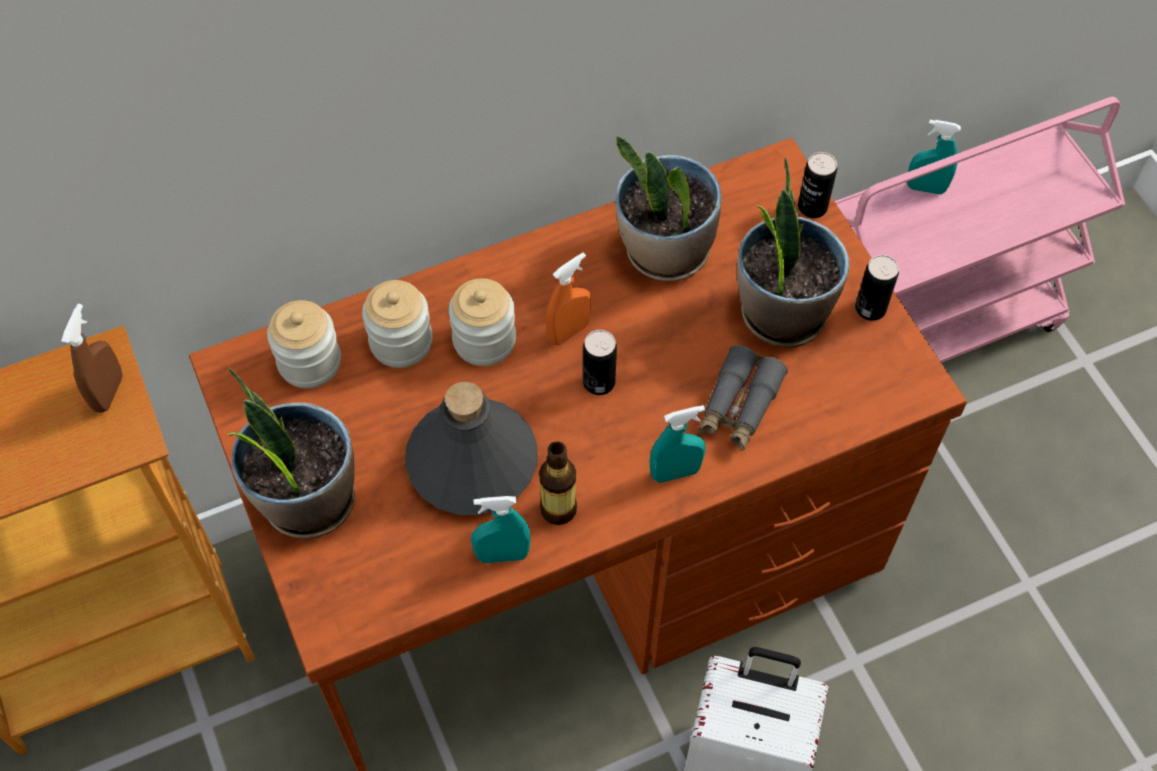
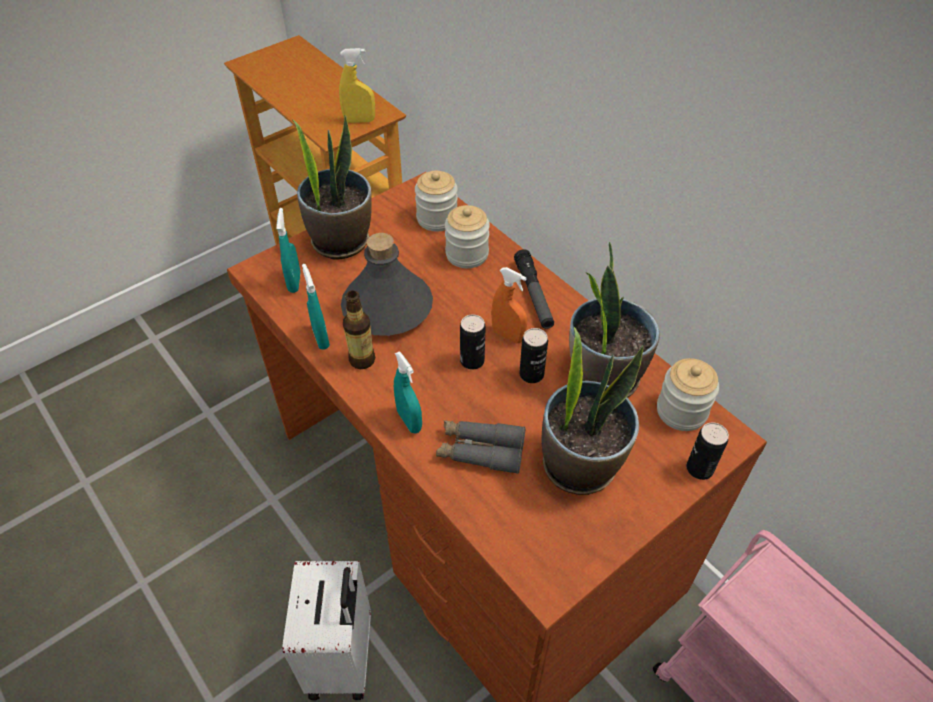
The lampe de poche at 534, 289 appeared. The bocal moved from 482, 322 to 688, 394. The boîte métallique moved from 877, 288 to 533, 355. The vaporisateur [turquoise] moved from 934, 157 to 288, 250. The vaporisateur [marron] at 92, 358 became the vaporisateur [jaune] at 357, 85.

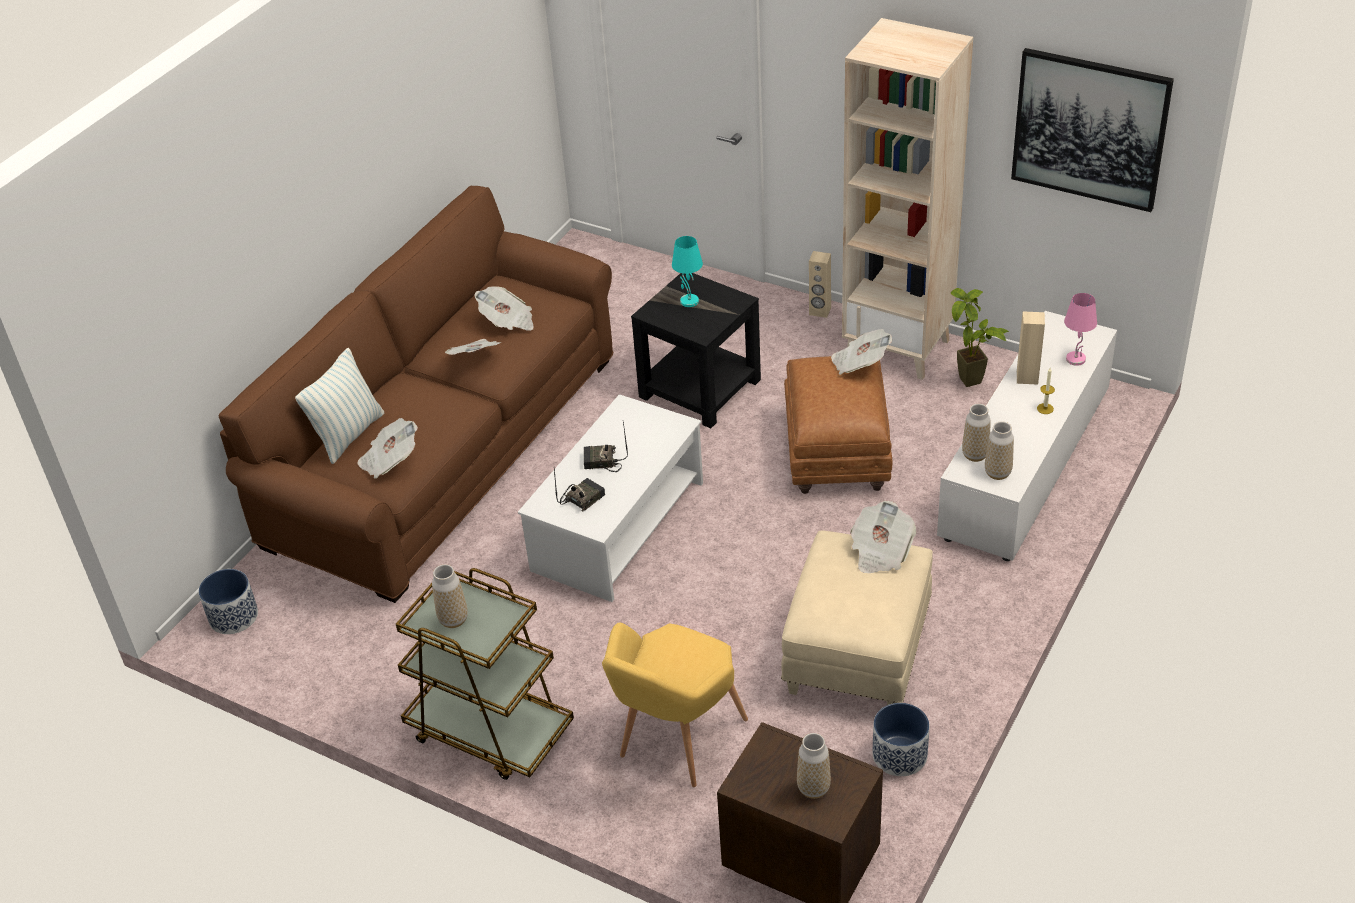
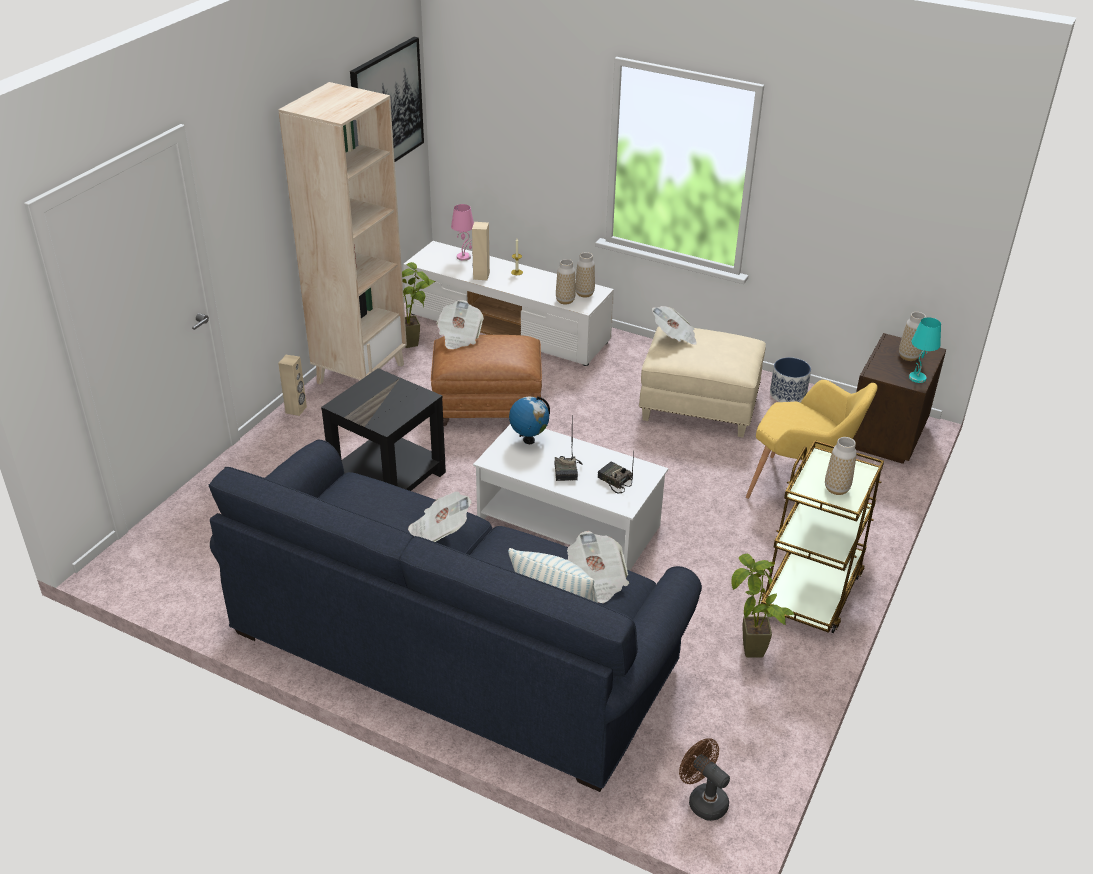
The journal at 504, 308 disappeared. The globe at 529, 420 appeared. The plante en pot at 762, 606 appeared. The lampe de table [turquoise] moved from 687, 271 to 925, 350. The cache-pot at 228, 601 was replaced by the ventilateur [marron] at 704, 779. The canapé [marron] at 416, 394 became the canapé [bleu] at 455, 616.

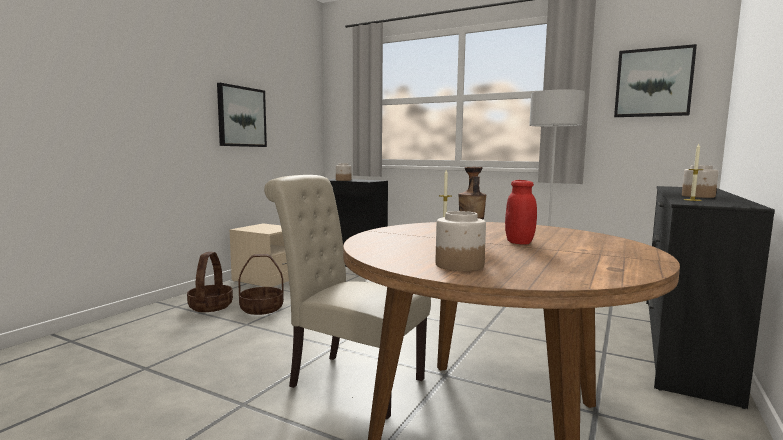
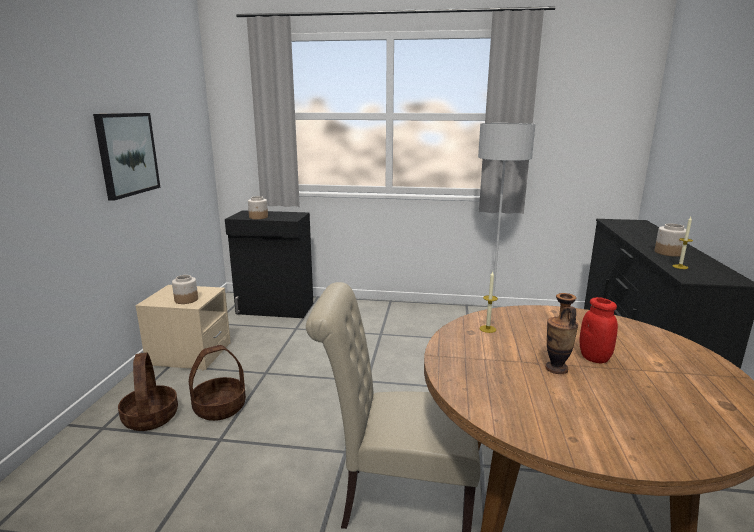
The tableau at 655, 80 disappeared. The bocal moved from 461, 241 to 185, 289.

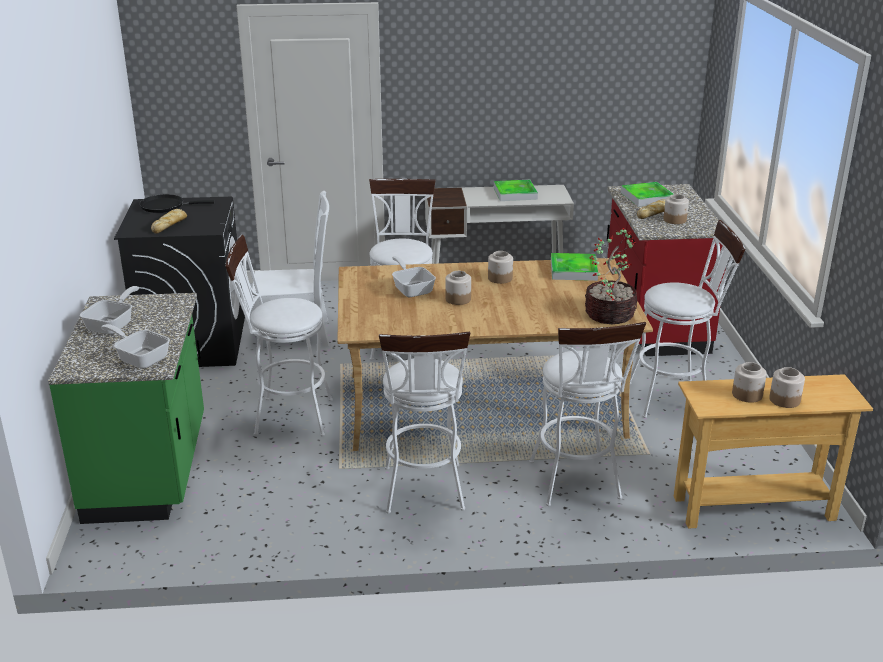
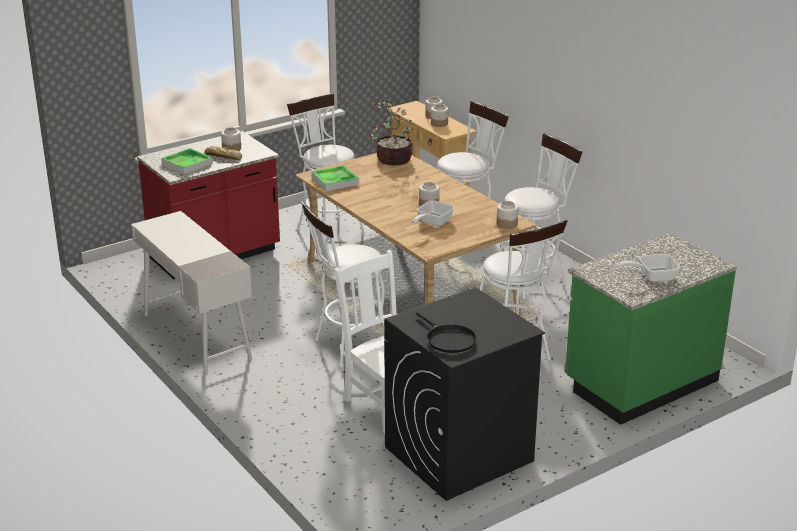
The poêle at 135, 346 disappeared. The pain at 169, 221 disappeared. The plateau at 516, 190 disappeared. The bocal moved from 500, 267 to 507, 215.

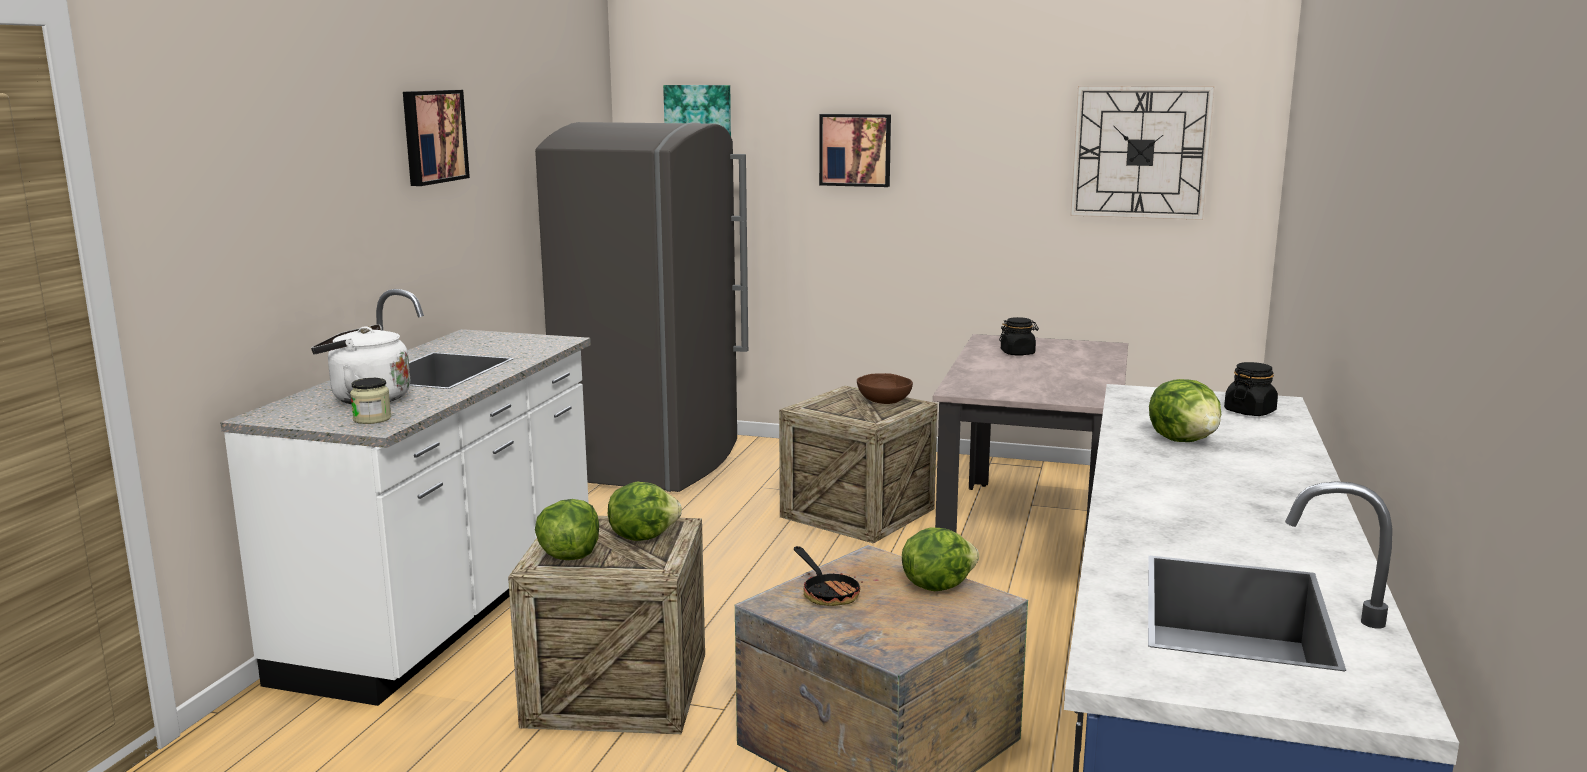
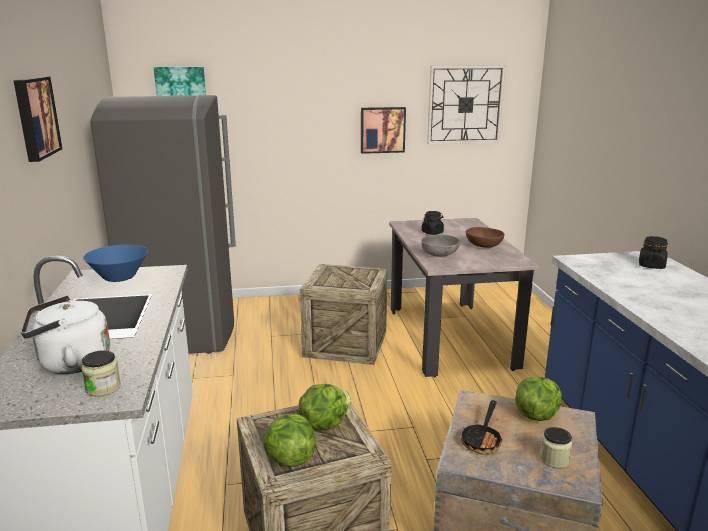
The laitue at 1185, 410 disappeared. The bol [bleu] at 115, 263 appeared. The bol [gris] at 440, 246 appeared. The bocal at 556, 447 appeared. The tableau moved from 855, 150 to 383, 130. The bol [marron] moved from 885, 388 to 485, 237. The poêle at 828, 576 turned 75 degrees clockwise.

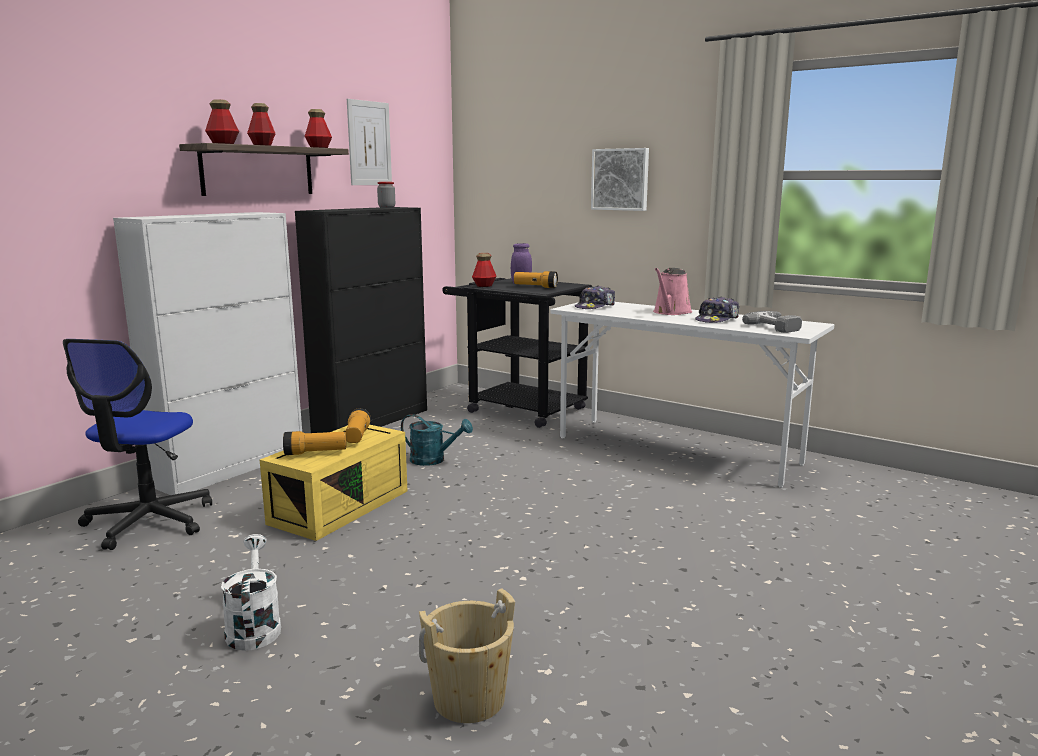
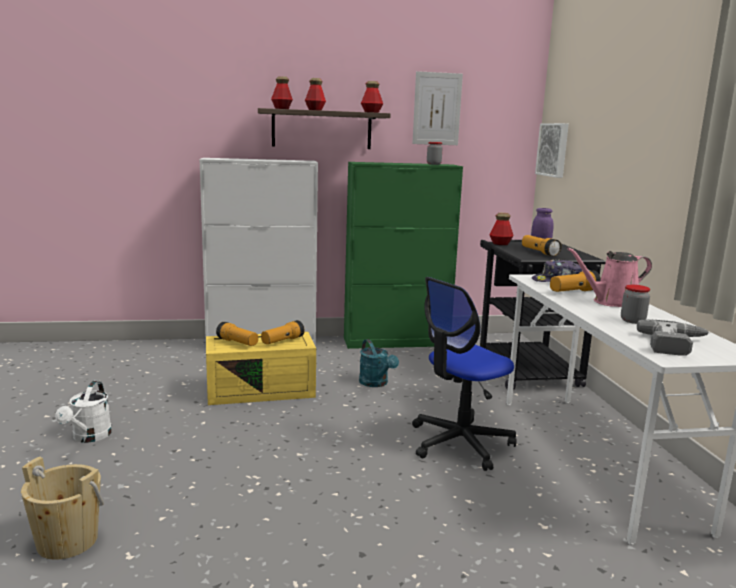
The lampe de poche at 575, 281 appeared. The chaise de bureau moved from 137, 444 to 464, 374. The tableau moved from 620, 179 to 552, 150. The casquette at 717, 309 was replaced by the bocal at 635, 304. The meuble de rangement [noir] at 361, 320 became the meuble de rangement [vert] at 403, 255. The arrosoir [blanc] at 251, 592 turned 150 degrees clockwise.

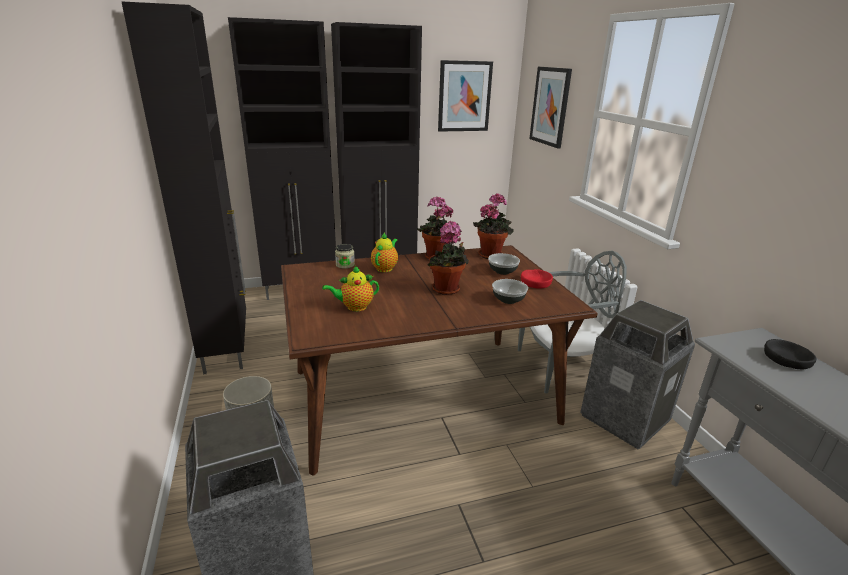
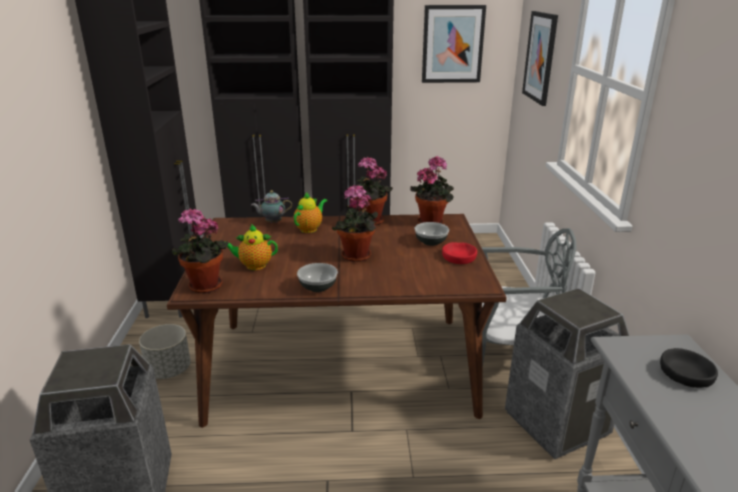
The plante en pot at 200, 250 appeared. The bol moved from 510, 291 to 317, 277. The bocal at 345, 256 was replaced by the théière at 271, 206.

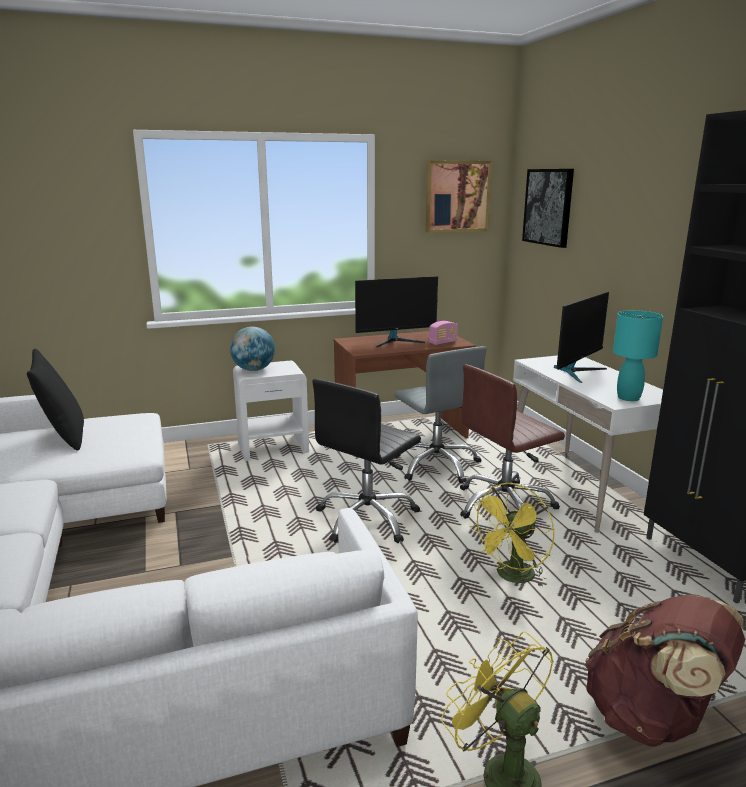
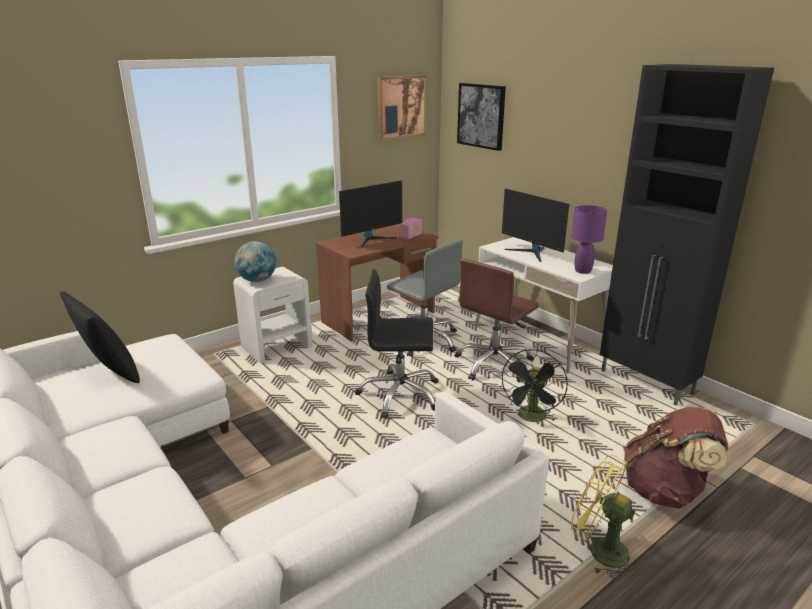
The ventilateur [jaune] at 511, 535 became the ventilateur [noir] at 534, 385. The lampe de table [turquoise] at 638, 355 became the lampe de table [violet] at 589, 239. The chaise de bureau [noir] at 366, 461 turned 75 degrees clockwise. The écran d'ordinateur at 581, 337 turned 120 degrees clockwise.

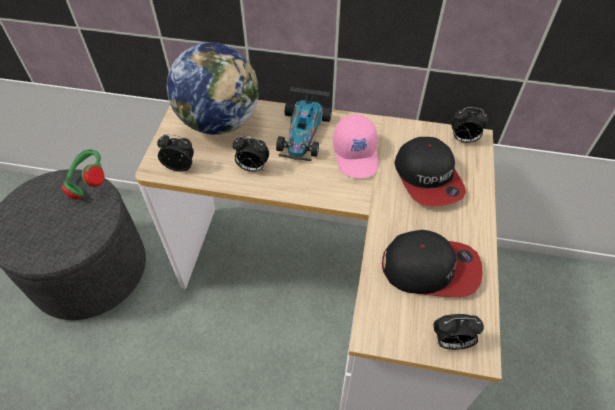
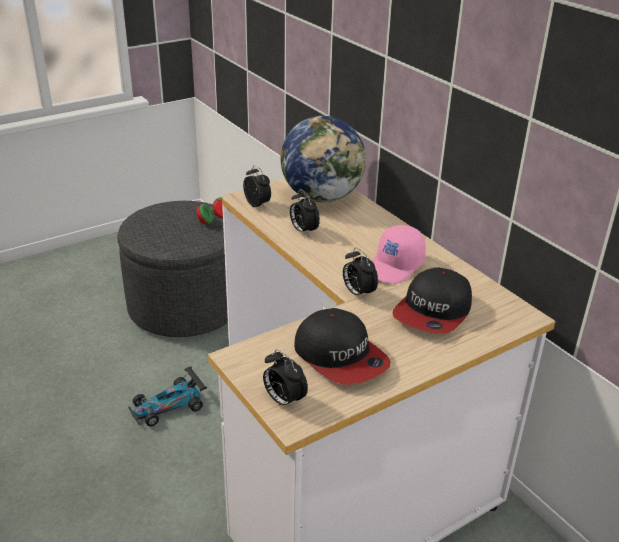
The petite voiture moved from 304, 123 to 167, 397. The réveil moved from 470, 125 to 360, 274.

